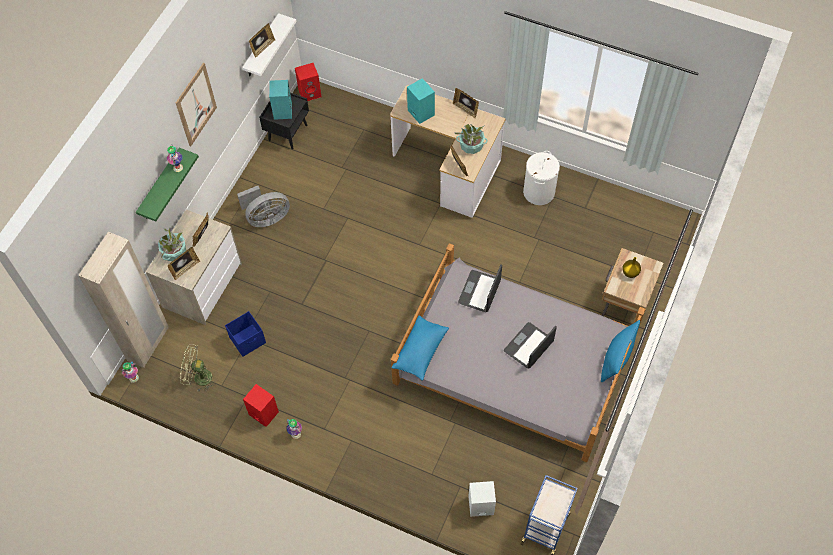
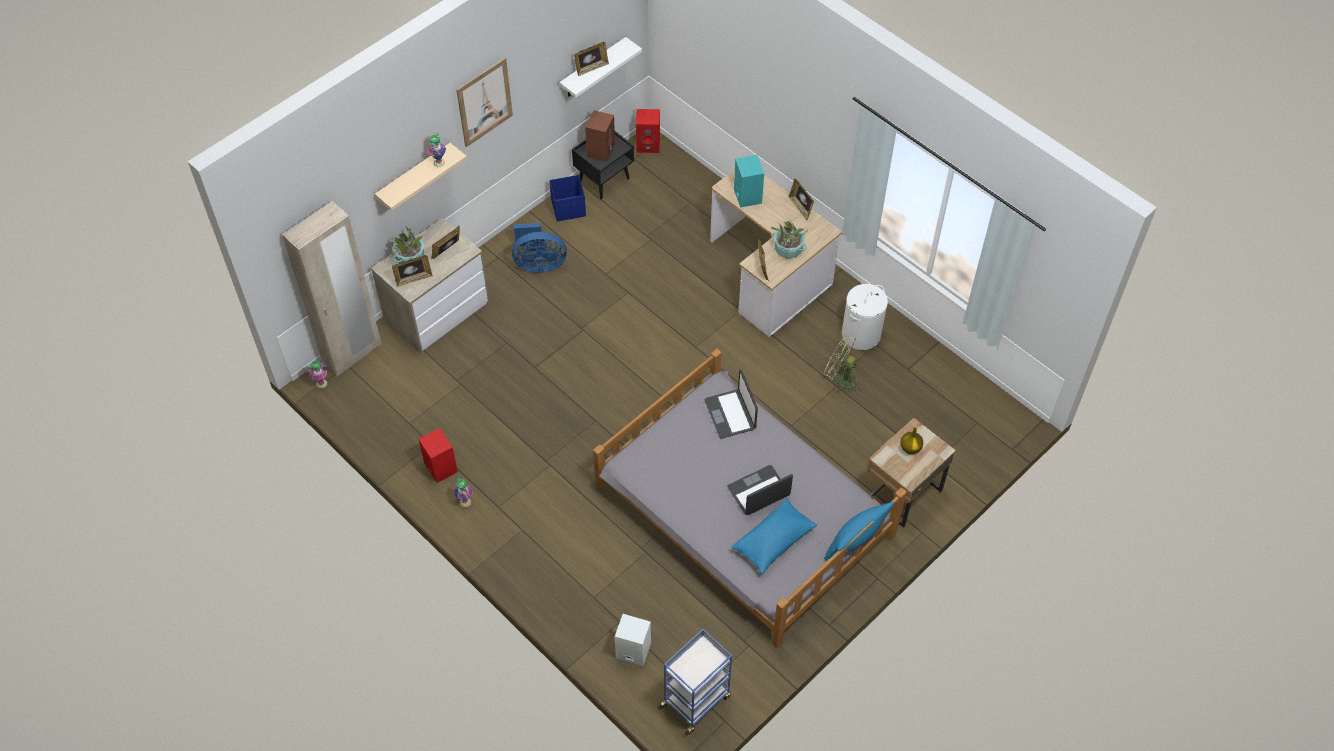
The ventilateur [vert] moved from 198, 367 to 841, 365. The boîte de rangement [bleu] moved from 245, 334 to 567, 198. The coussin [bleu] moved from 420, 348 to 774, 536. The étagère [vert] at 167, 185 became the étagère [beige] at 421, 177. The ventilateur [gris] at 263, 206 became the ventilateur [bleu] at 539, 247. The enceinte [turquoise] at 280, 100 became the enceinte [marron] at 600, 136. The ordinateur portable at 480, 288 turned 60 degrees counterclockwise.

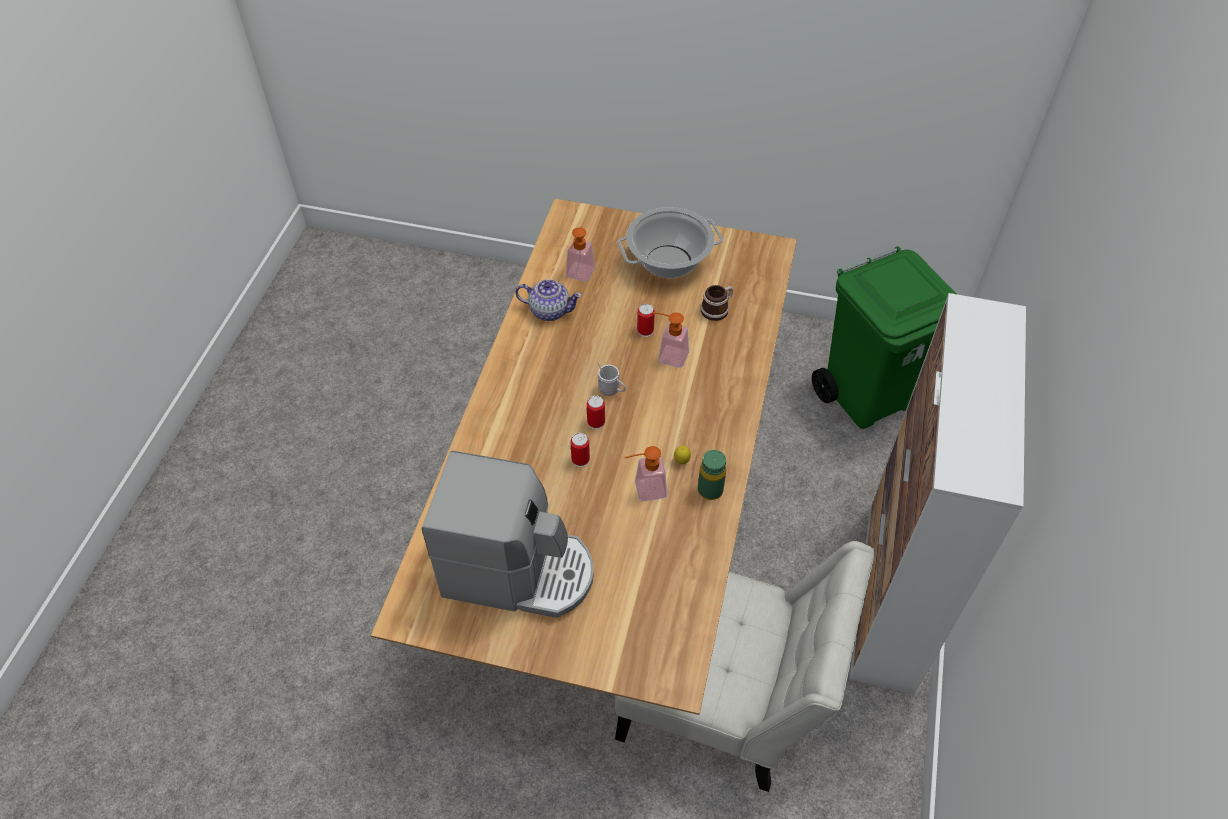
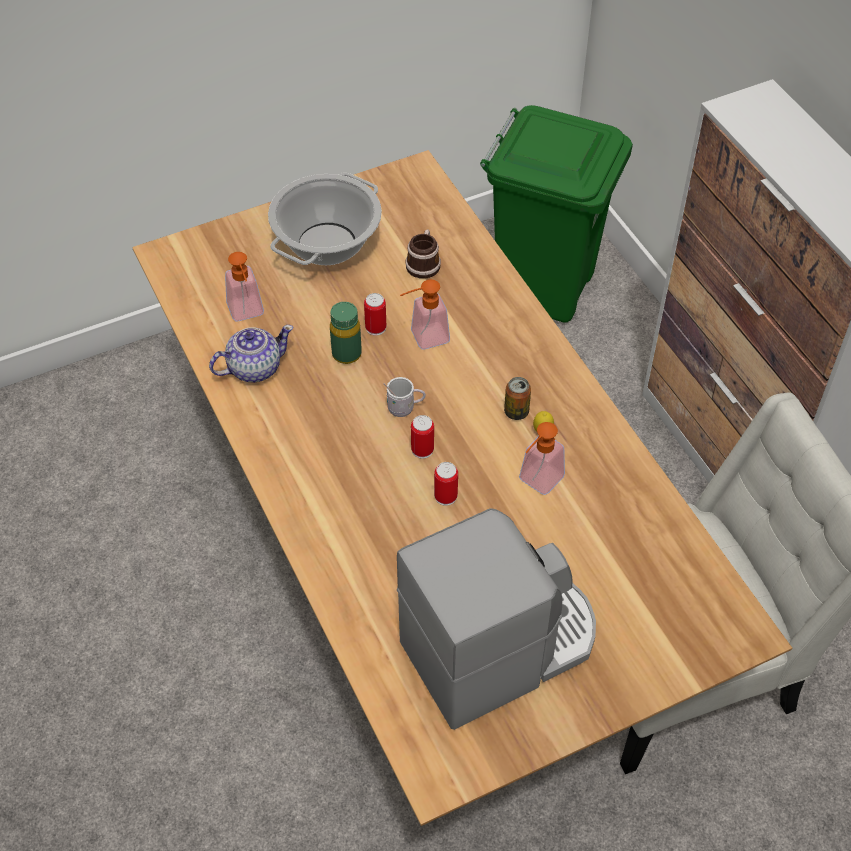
The boîte métallique at 517, 398 appeared. The bouteille [vert] moved from 712, 475 to 346, 333.

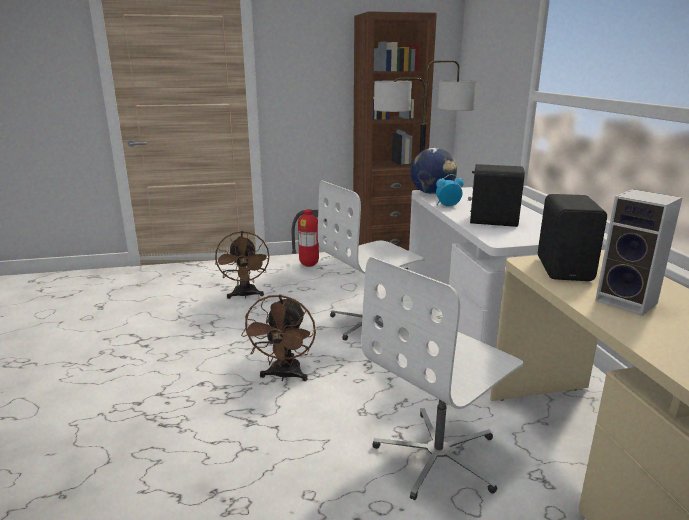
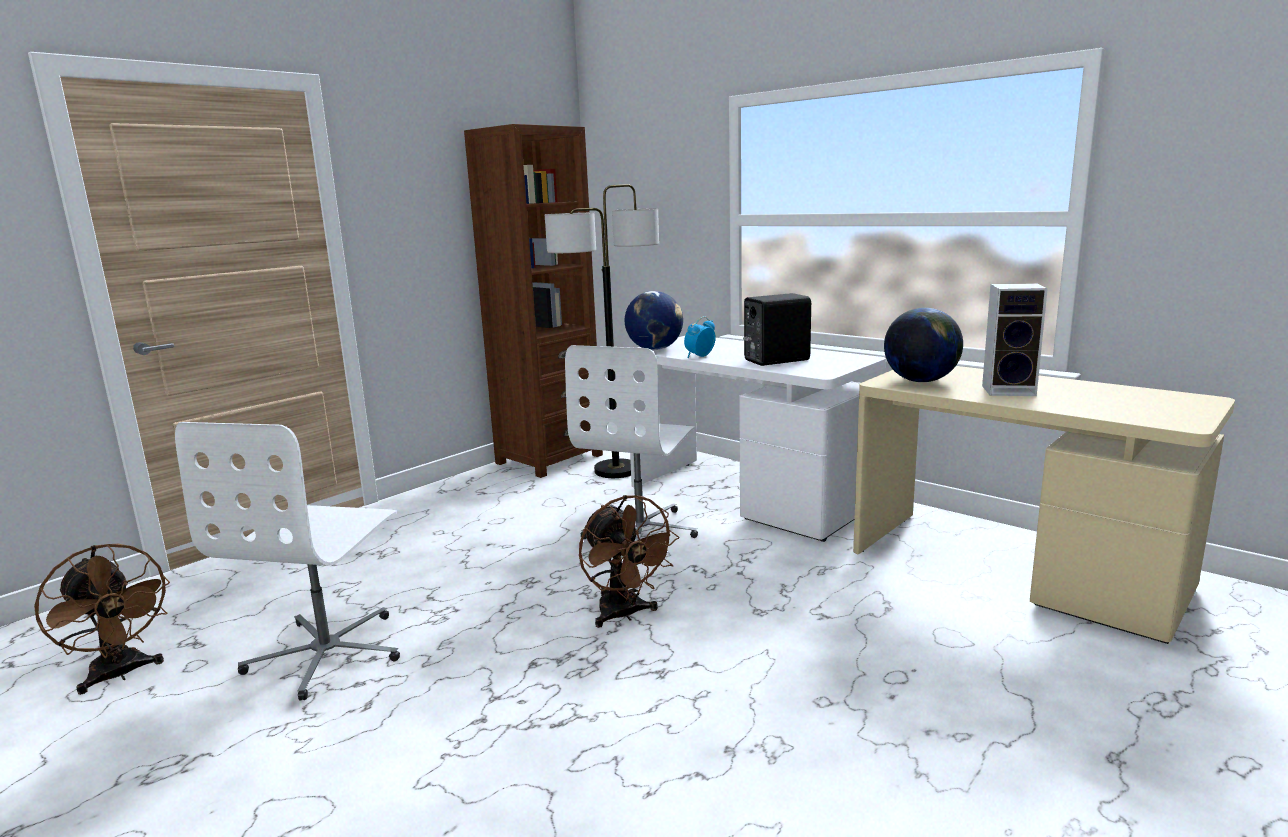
The extincteur at 309, 238 disappeared. The ventilateur [marron] moved from 242, 265 to 102, 619. The chaise de bureau [blanc] moved from 442, 378 to 287, 561. The enceinte [noir] at 572, 237 was replaced by the globe at 923, 345.

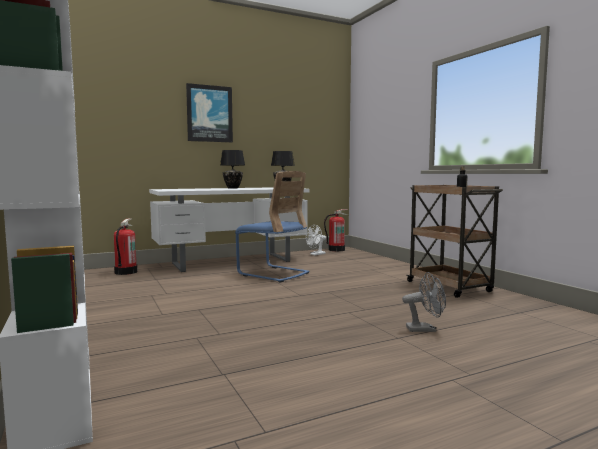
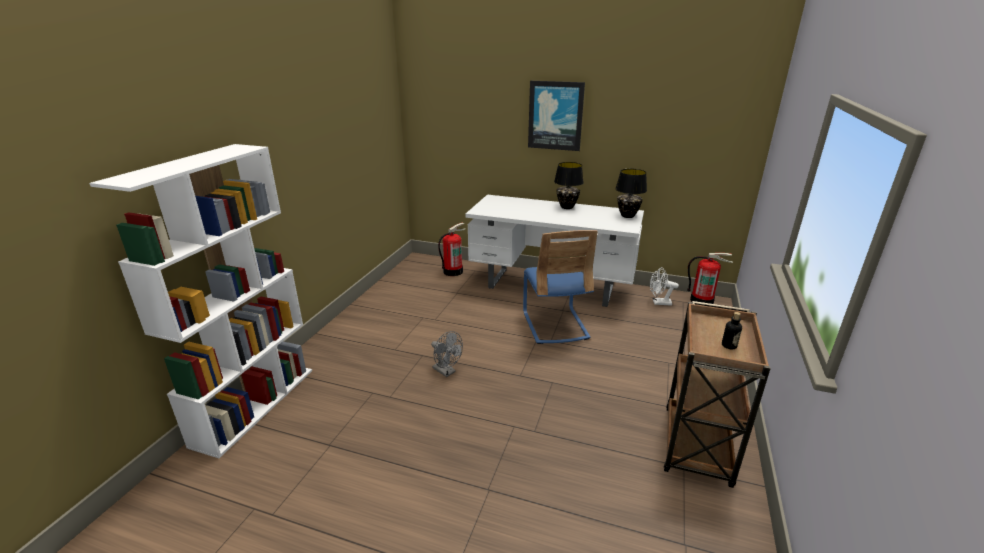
The ventilateur [gris] moved from 424, 302 to 447, 354.

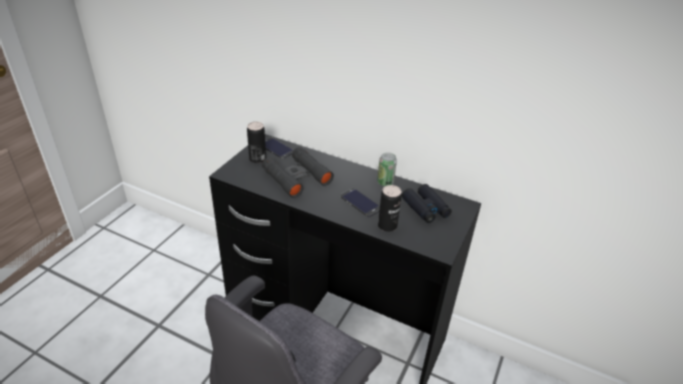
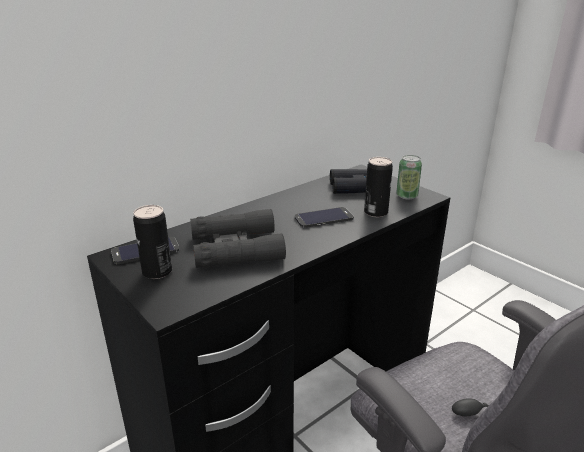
The boîte métallique moved from 387, 169 to 409, 177.

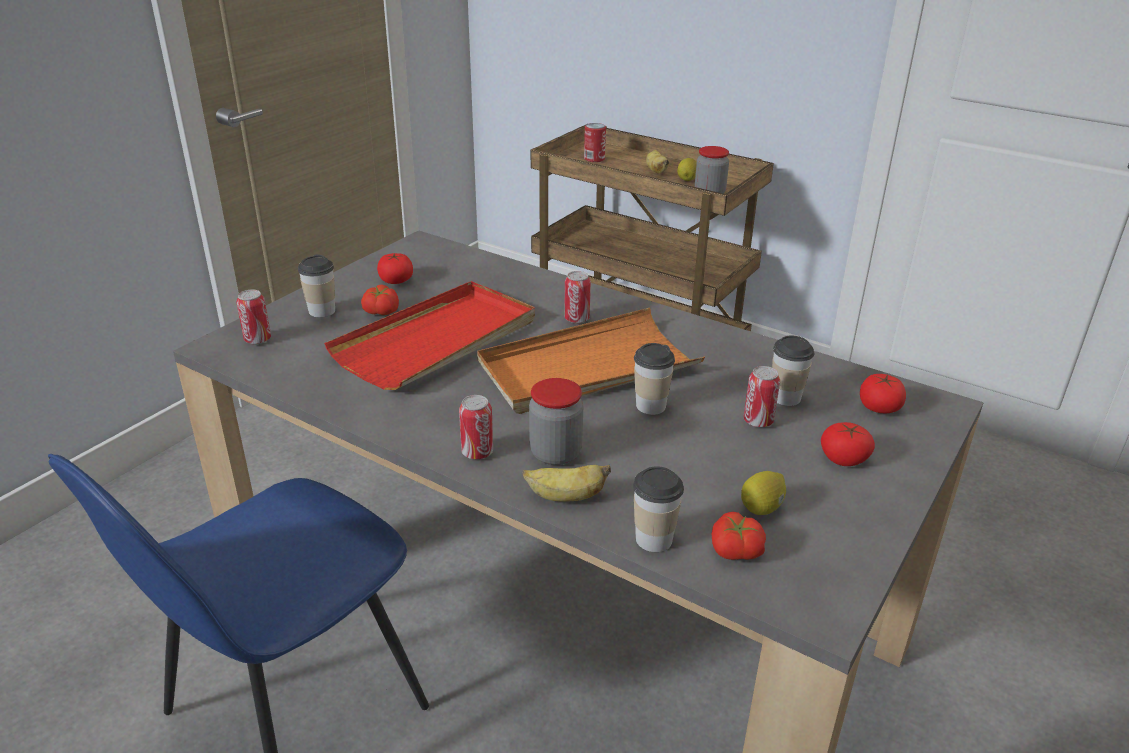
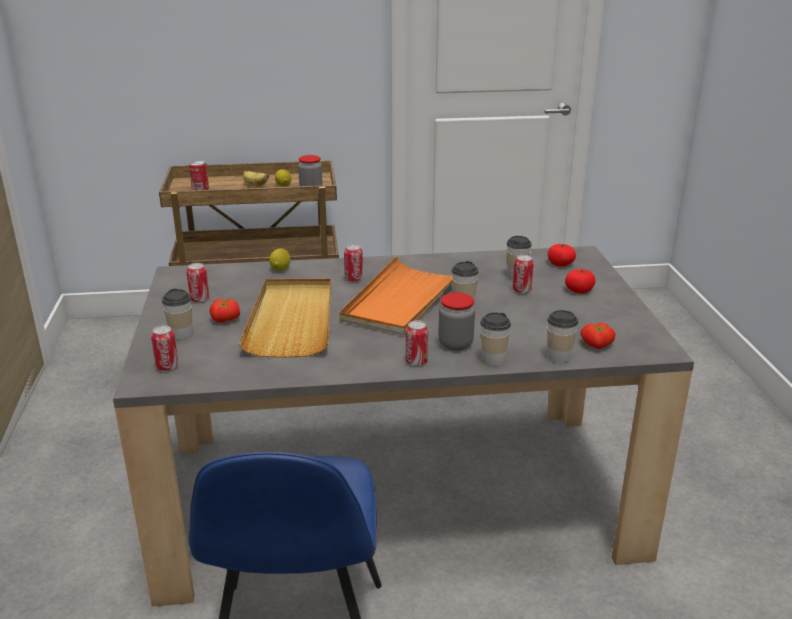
The citron moved from 763, 493 to 279, 259. The tomate at 395, 268 was replaced by the boîte métallique at 197, 283. The banane at 567, 483 was replaced by the tasse at 495, 339. The plateau [rouge] at 429, 335 became the plateau [beige] at 285, 318.

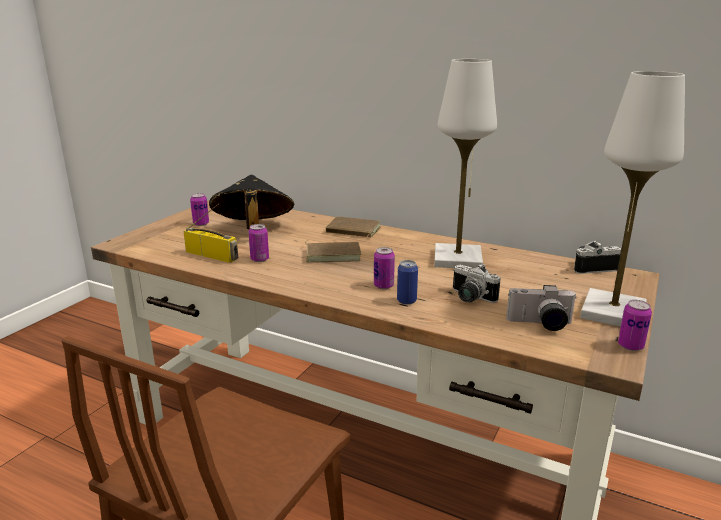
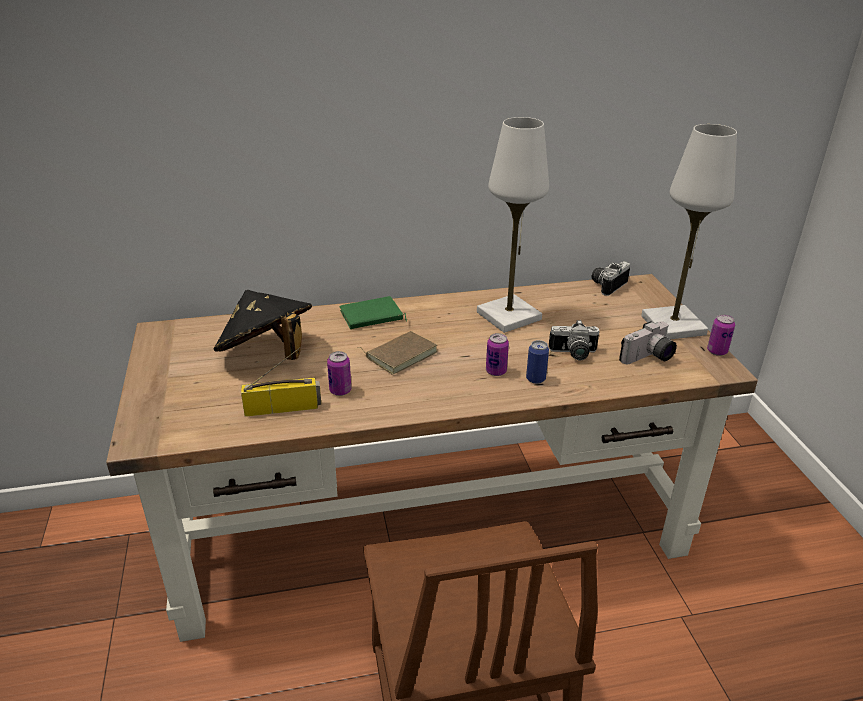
The boîte métallique at 199, 209 disappeared. The livre [marron] at 353, 226 became the livre [vert] at 373, 312.

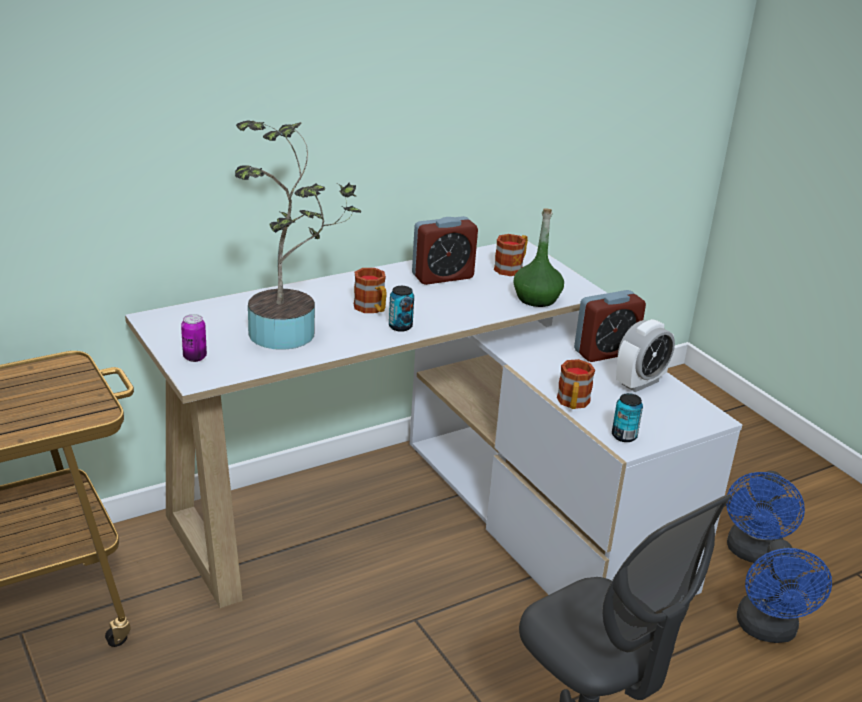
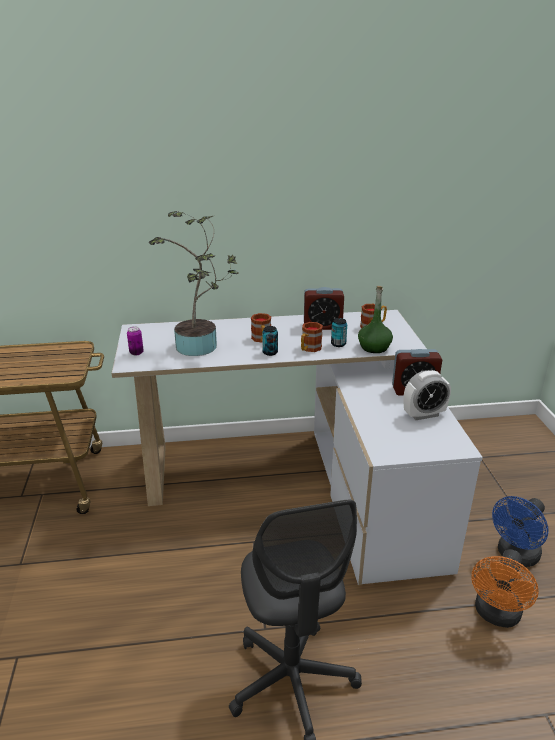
The mug moved from 576, 384 to 312, 337. The boîte métallique moved from 627, 417 to 339, 332. The ventilateur [bleu] at 784, 591 became the ventilateur [orange] at 505, 588.

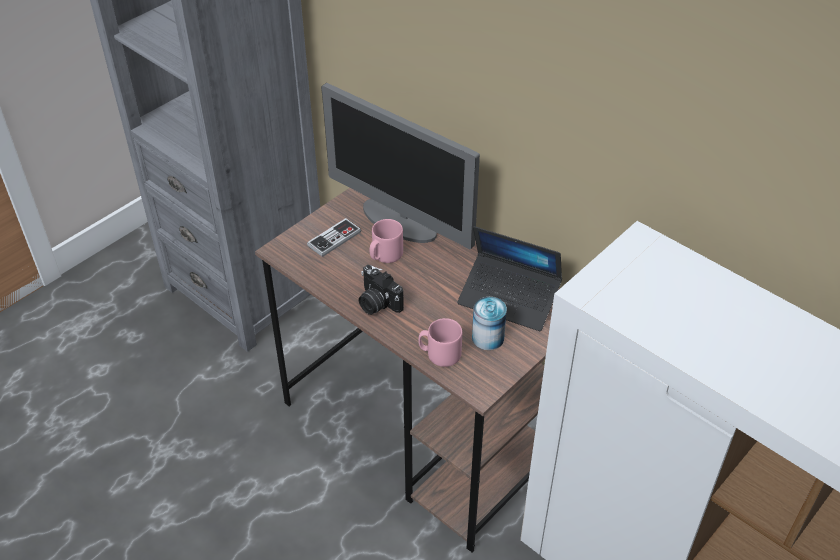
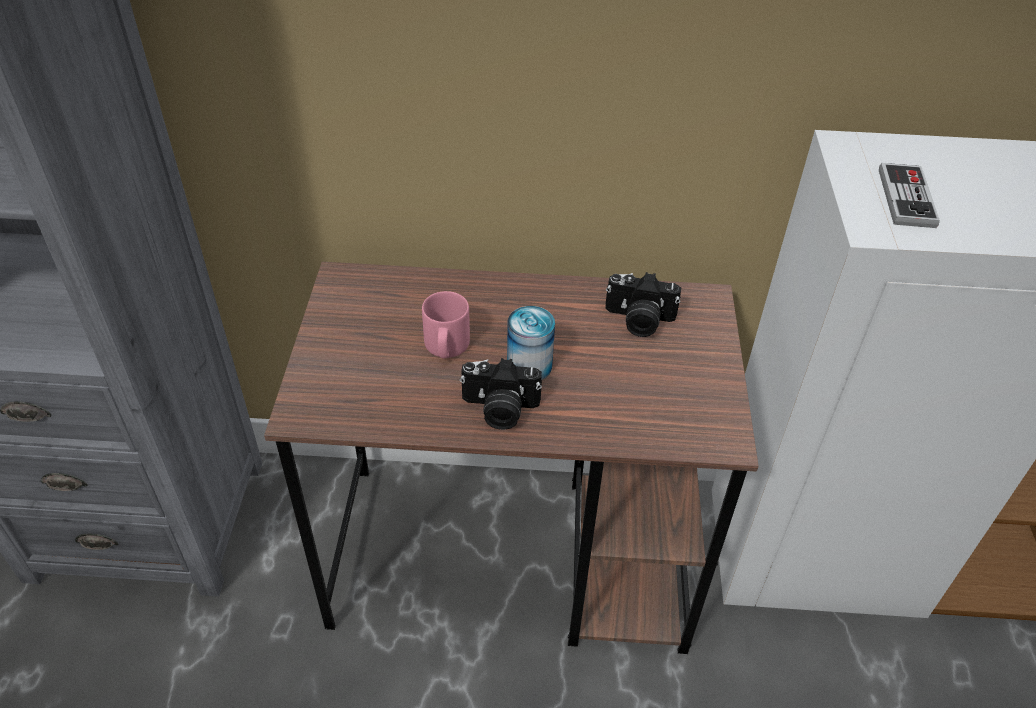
The écran d'ordinateur at 400, 166 disappeared. The mug [rose] at 440, 342 disappeared. The manette moved from 334, 237 to 909, 195. The boîte métallique moved from 489, 323 to 531, 343. The ordinateur portable at 509, 278 was replaced by the appareil photo at 643, 304.

